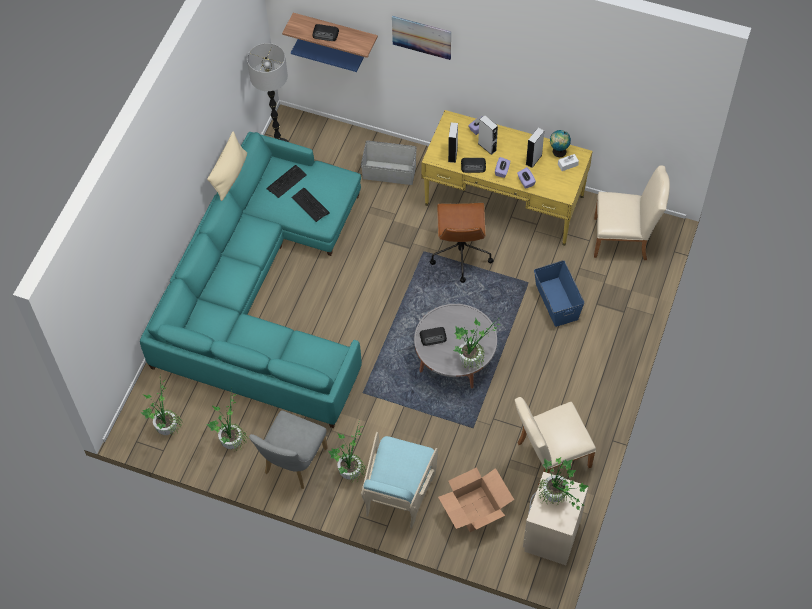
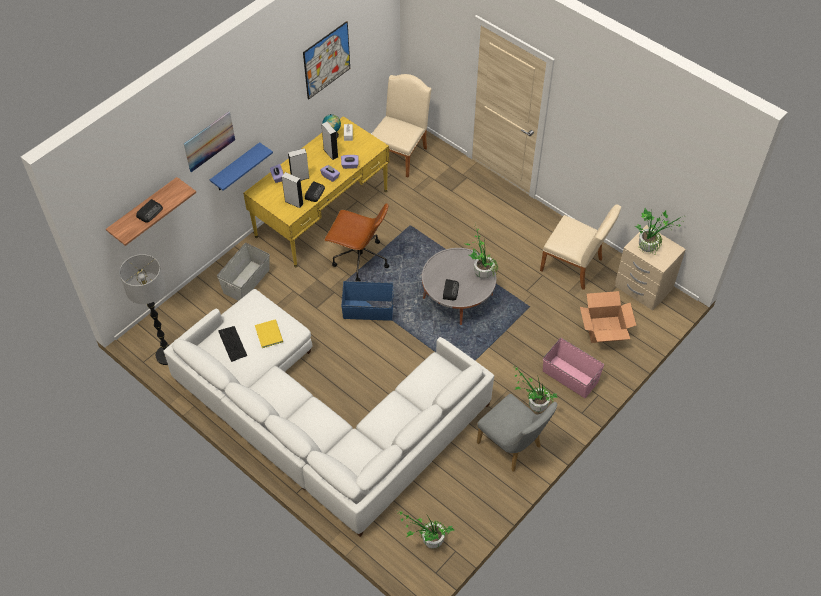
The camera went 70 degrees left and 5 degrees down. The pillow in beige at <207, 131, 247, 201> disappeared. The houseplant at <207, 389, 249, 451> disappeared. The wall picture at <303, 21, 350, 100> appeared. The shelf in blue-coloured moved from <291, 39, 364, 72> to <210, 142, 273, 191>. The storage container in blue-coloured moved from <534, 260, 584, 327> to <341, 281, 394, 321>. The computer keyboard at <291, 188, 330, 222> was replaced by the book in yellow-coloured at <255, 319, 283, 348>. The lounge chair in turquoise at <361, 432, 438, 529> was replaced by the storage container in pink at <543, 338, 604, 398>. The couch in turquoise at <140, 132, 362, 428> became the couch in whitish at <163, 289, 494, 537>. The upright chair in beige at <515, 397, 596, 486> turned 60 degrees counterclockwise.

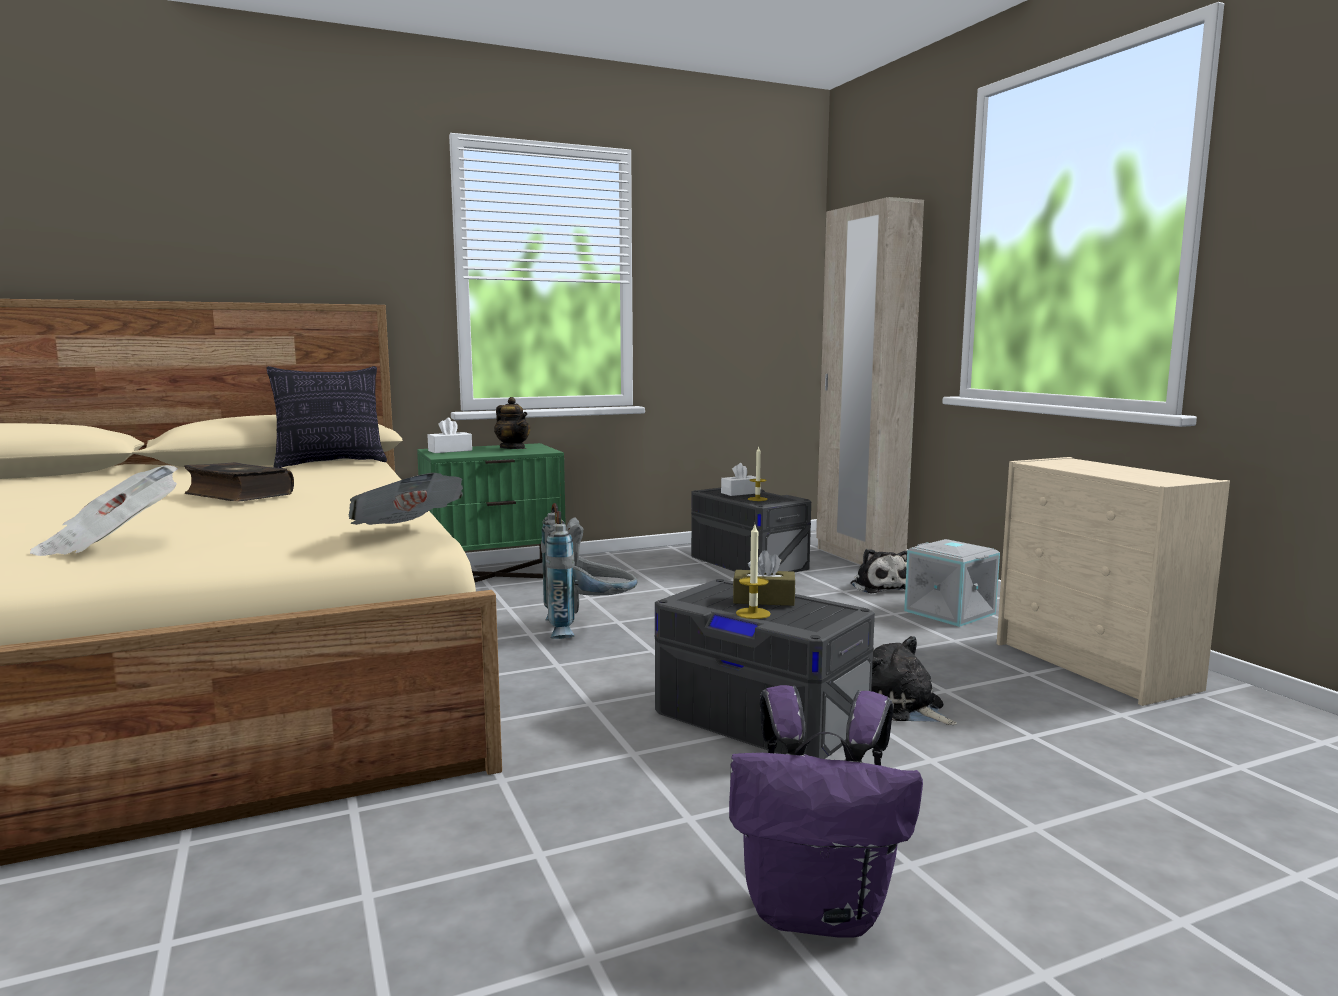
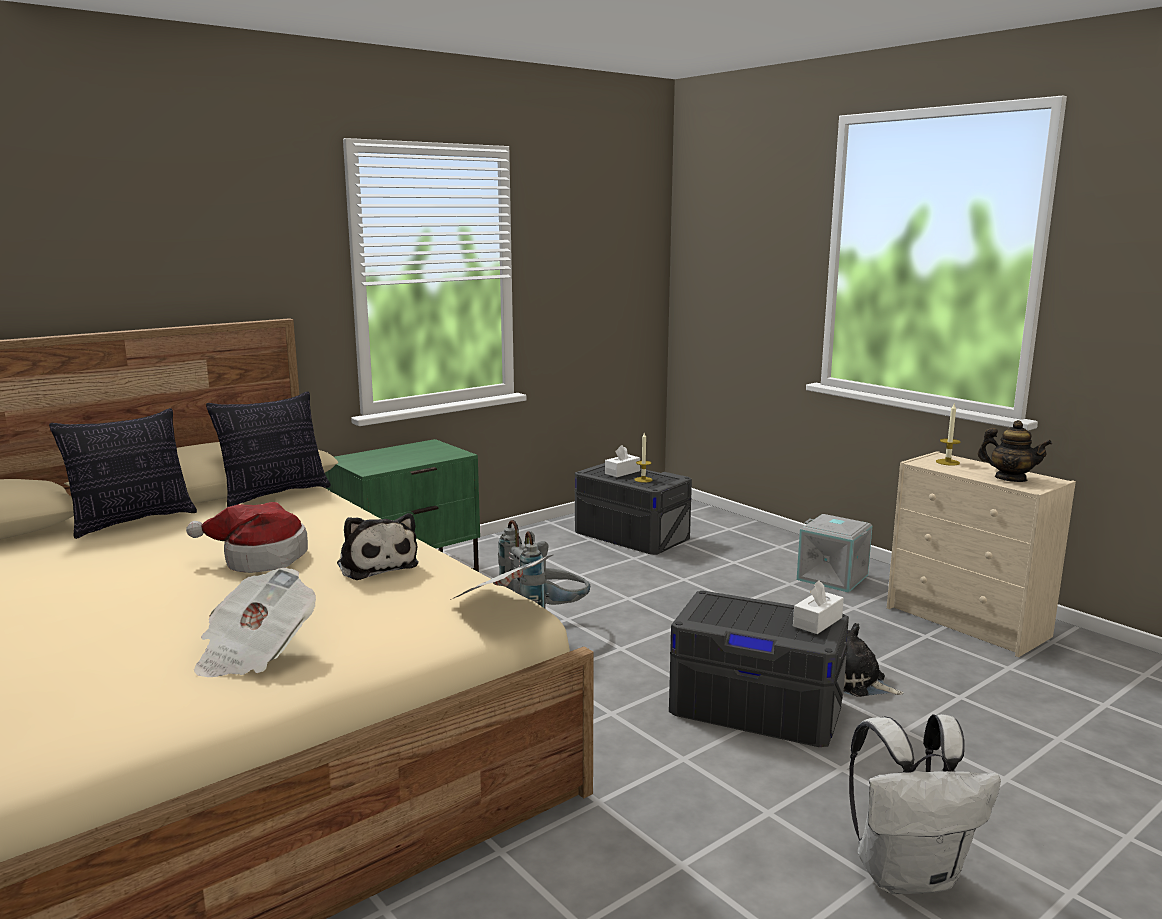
The camera went 15 degrees left and 5 degrees up. The tissue box in brown-coloured at <733, 550, 796, 606> disappeared. The clothes cupboard in beige at <816, 197, 924, 565> disappeared. The pillow at <49, 408, 197, 539> appeared. The tissue box in whitish moved from <428, 418, 472, 453> to <793, 581, 844, 634>. The pot for tea moved from <494, 397, 530, 449> to <977, 420, 1052, 482>. The wax light moved from <736, 525, 771, 619> to <936, 404, 960, 466>. The plush toy moved from <851, 549, 907, 594> to <337, 513, 419, 580>. The book at <184, 462, 294, 502> was replaced by the hat at <186, 502, 308, 573>. The backpack in purple-coloured at <729, 685, 923, 938> became the backpack in whitish at <849, 714, 1001, 895>.

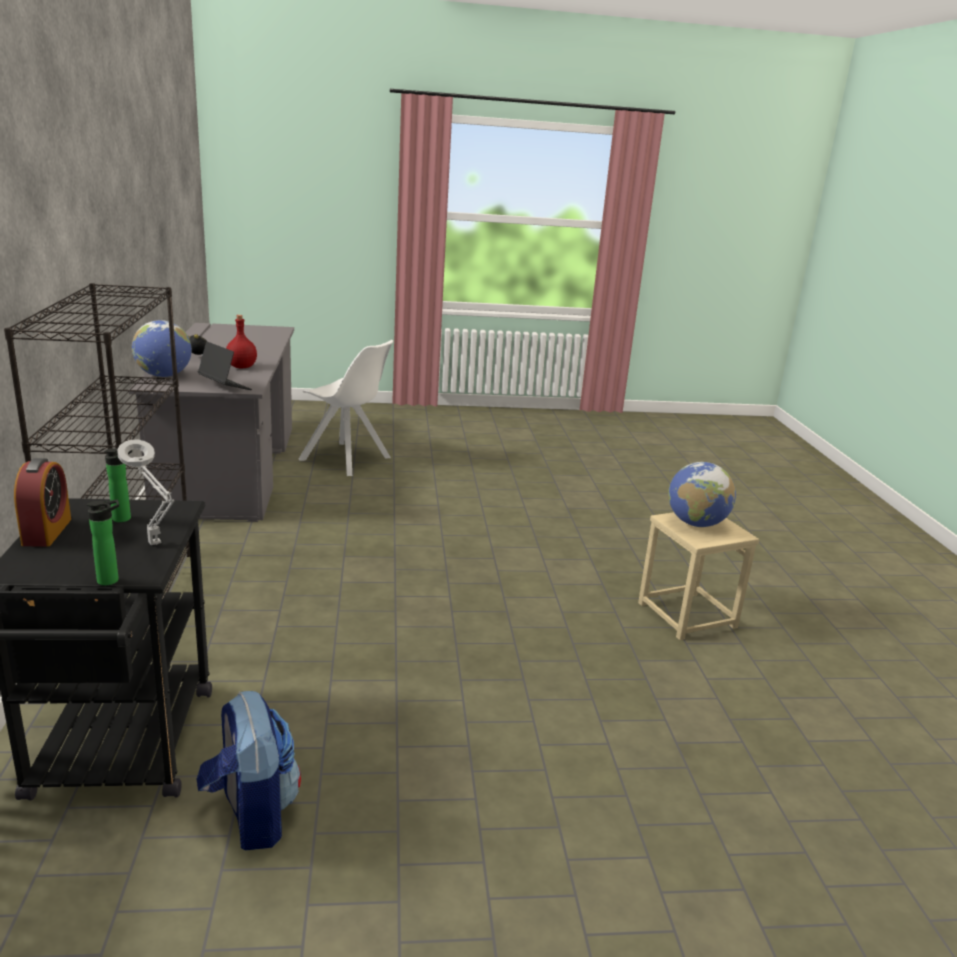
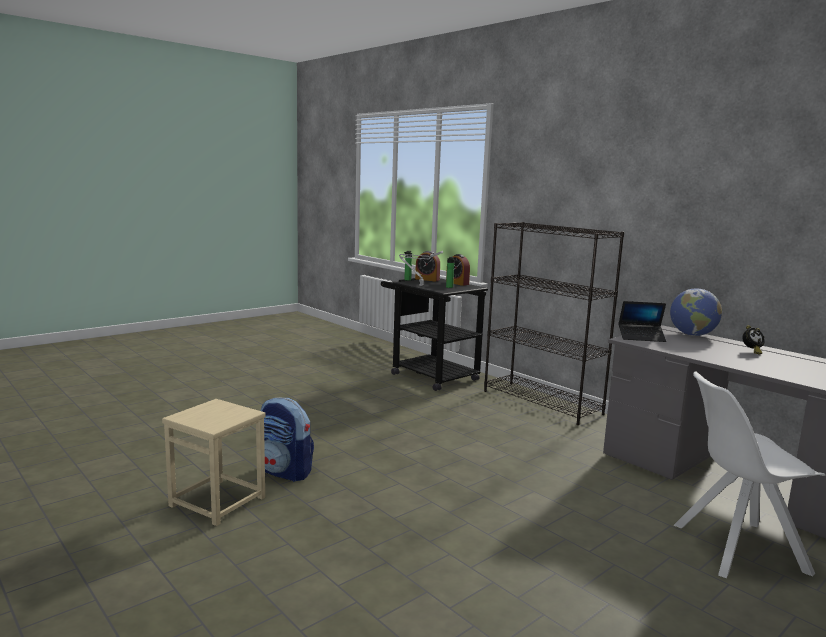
The camera went 145 degrees right and 10 degrees down. The bottle in reddish at <226, 315, 257, 369> disappeared. The world globe at <668, 462, 736, 527> disappeared. The table clock at <415, 251, 440, 282> appeared. The backpack moved from <197, 691, 301, 850> to <260, 397, 314, 482>.

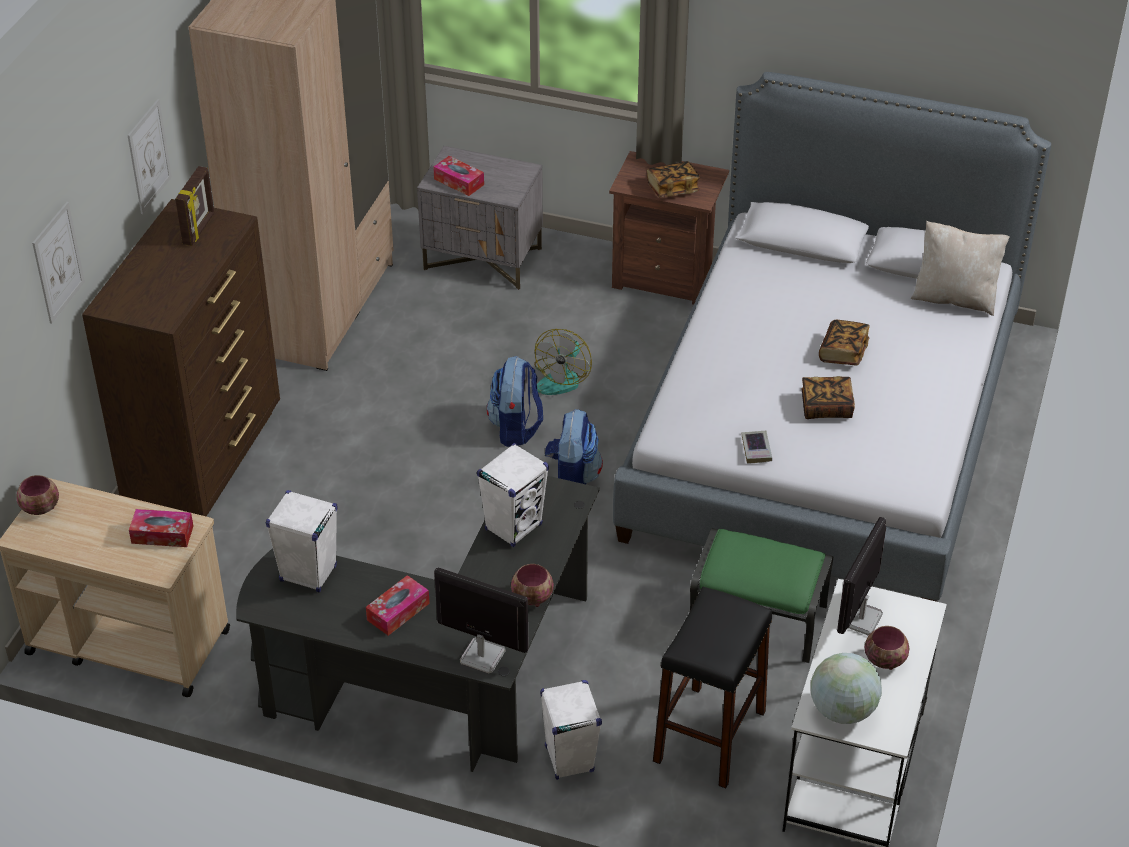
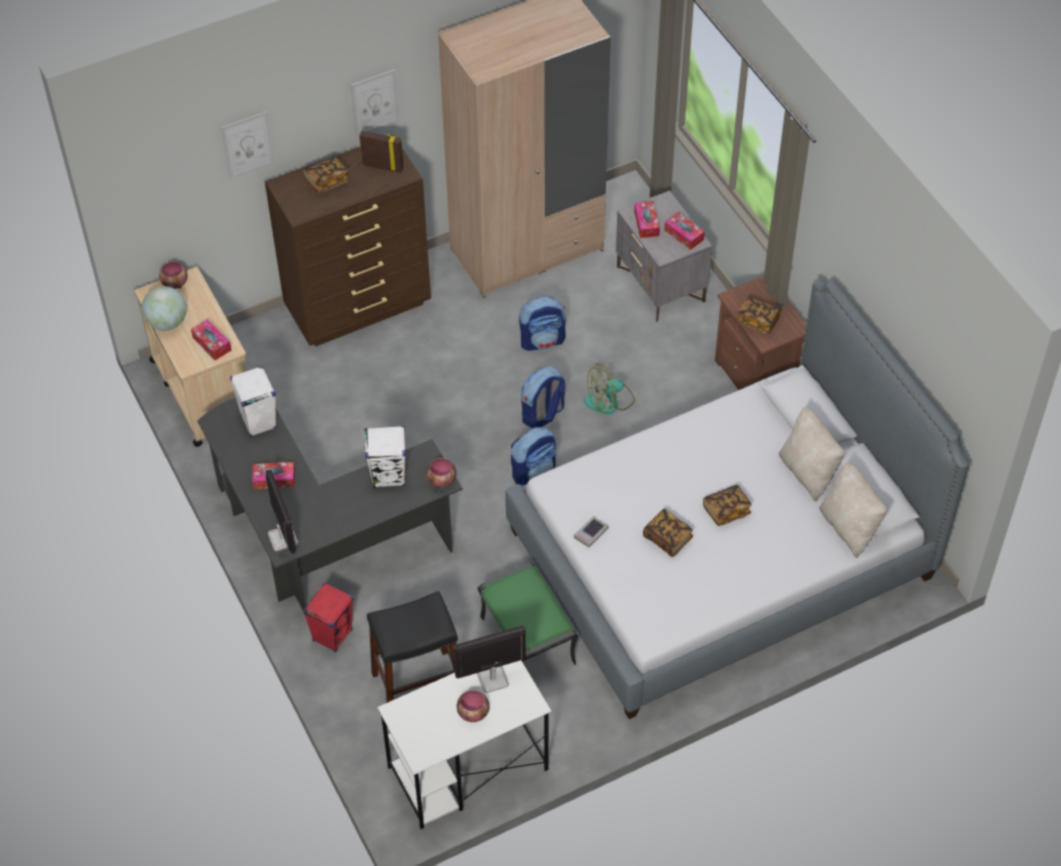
The camera went 45 degrees right and 10 degrees up. The book at <303, 156, 349, 193> appeared. The backpack at <519, 296, 566, 351> appeared. The tissue box at <664, 212, 705, 250> appeared. The pillow in beige at <779, 406, 845, 502> appeared. The serving bowl moved from <511, 564, 554, 607> to <426, 458, 457, 488>. The world globe moved from <811, 653, 882, 724> to <142, 286, 187, 331>. The loudspeaker in whitish at <540, 680, 602, 780> became the loudspeaker in reddish at <303, 583, 354, 652>. The photo frame at <175, 166, 214, 246> turned 135 degrees counterclockwise.

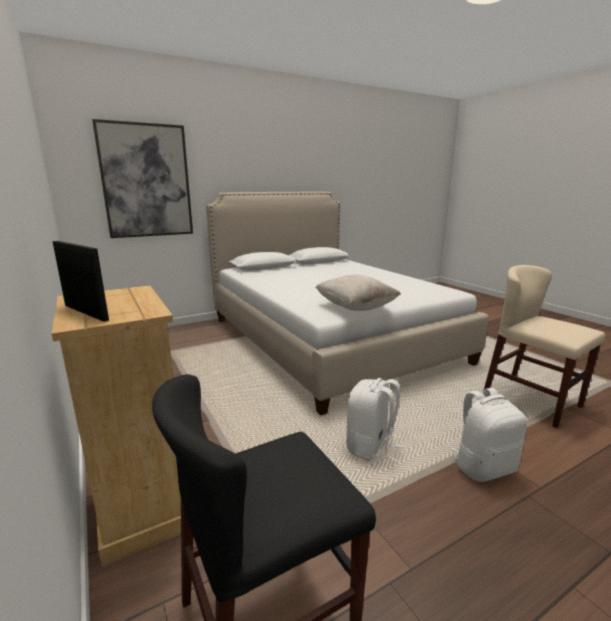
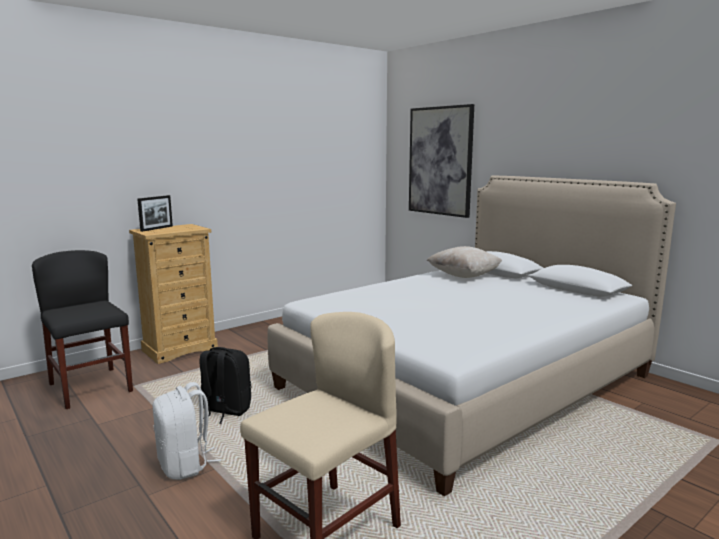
The camera went 80 degrees right and 5 degrees down. The pillow in beige moved from <315, 275, 401, 311> to <427, 246, 502, 278>. The backpack in whitish at <346, 378, 404, 462> became the backpack in blackish at <200, 347, 251, 424>.

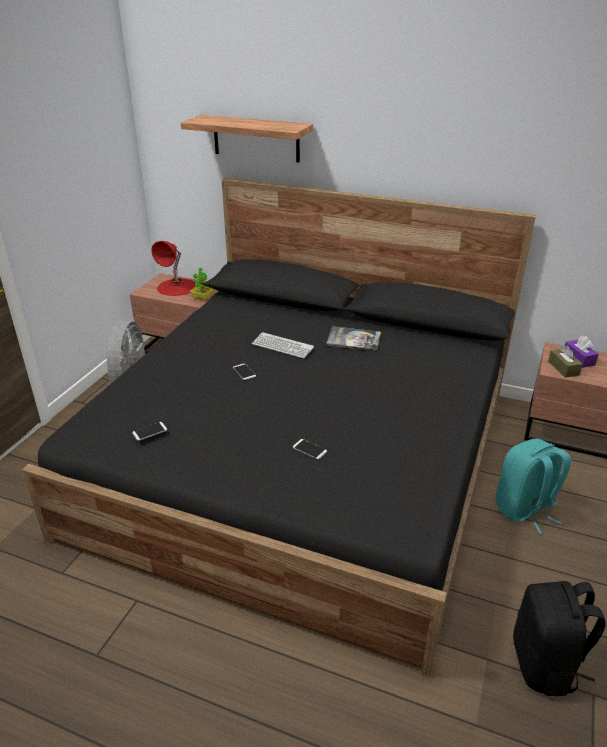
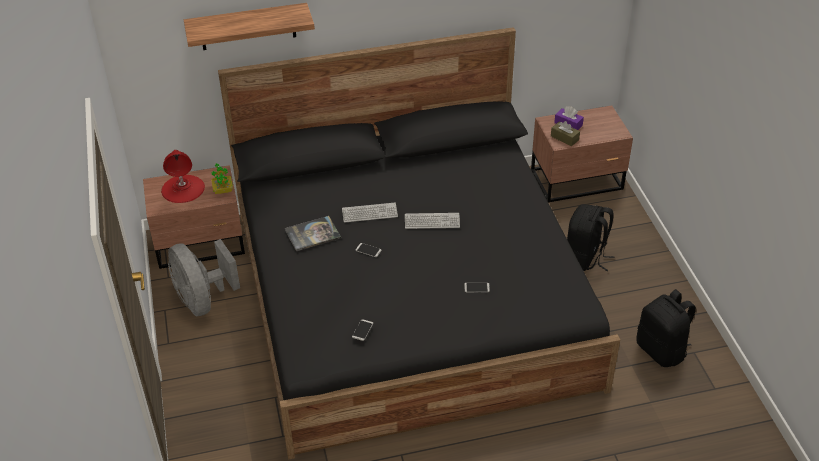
The camera went 35 degrees left and 10 degrees up. The computer keyboard at <405, 213, 460, 229> appeared. The book moved from <326, 326, 381, 352> to <285, 216, 341, 251>. The backpack in turquoise at <496, 439, 571, 534> became the backpack in blackish at <567, 204, 614, 271>.

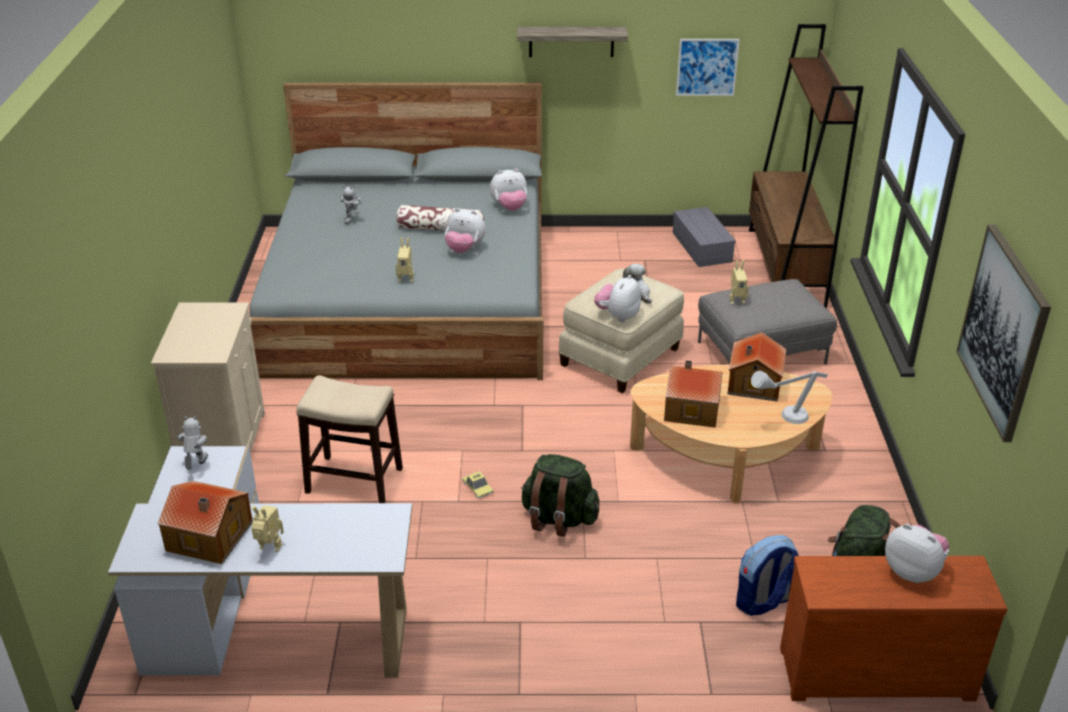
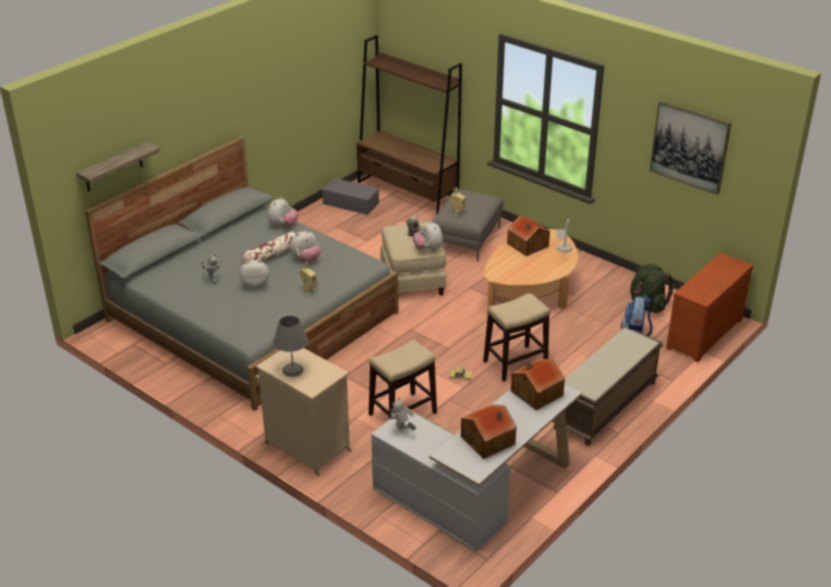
The camera went 50 degrees left and 0 degrees up. The robot figure at <251, 505, 284, 552> disappeared. The wall picture at <676, 39, 740, 96> disappeared. The tabletop lamp in grey at <273, 316, 308, 377> appeared. The indoor bench in brown-coloured at <552, 328, 663, 446> appeared. The shelf moved from <517, 27, 628, 57> to <76, 141, 160, 192>. The model house moved from <664, 360, 723, 428> to <511, 359, 566, 410>. The plush toy moved from <885, 524, 950, 583> to <239, 260, 269, 288>. The backpack in greenish at <521, 454, 599, 537> was replaced by the stool seat at <483, 293, 550, 382>.

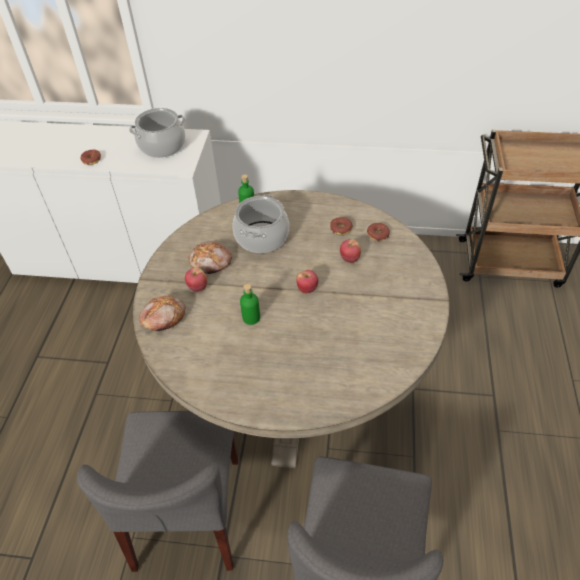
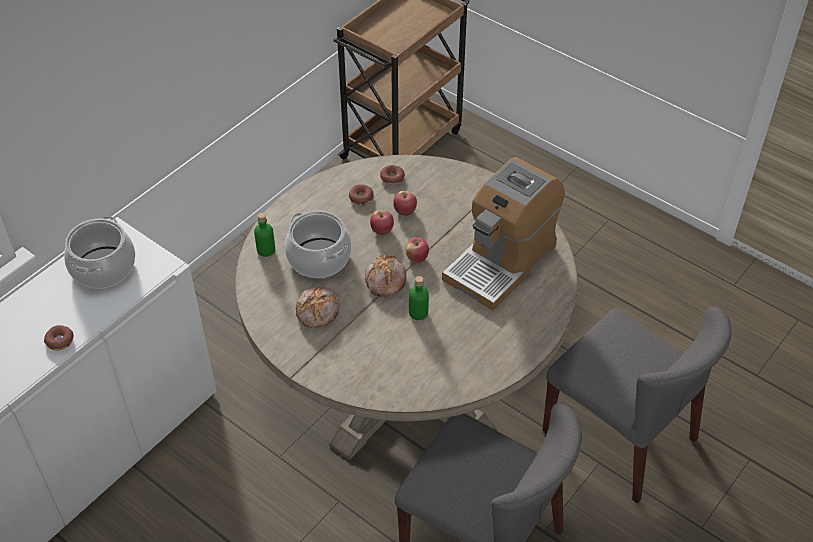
The camera went 60 degrees left and 0 degrees up. The coffee machine at <442, 157, 565, 311> appeared. The bread moved from <139, 296, 185, 331> to <365, 255, 406, 297>. The apple moved from <185, 267, 207, 292> to <370, 210, 394, 235>.

